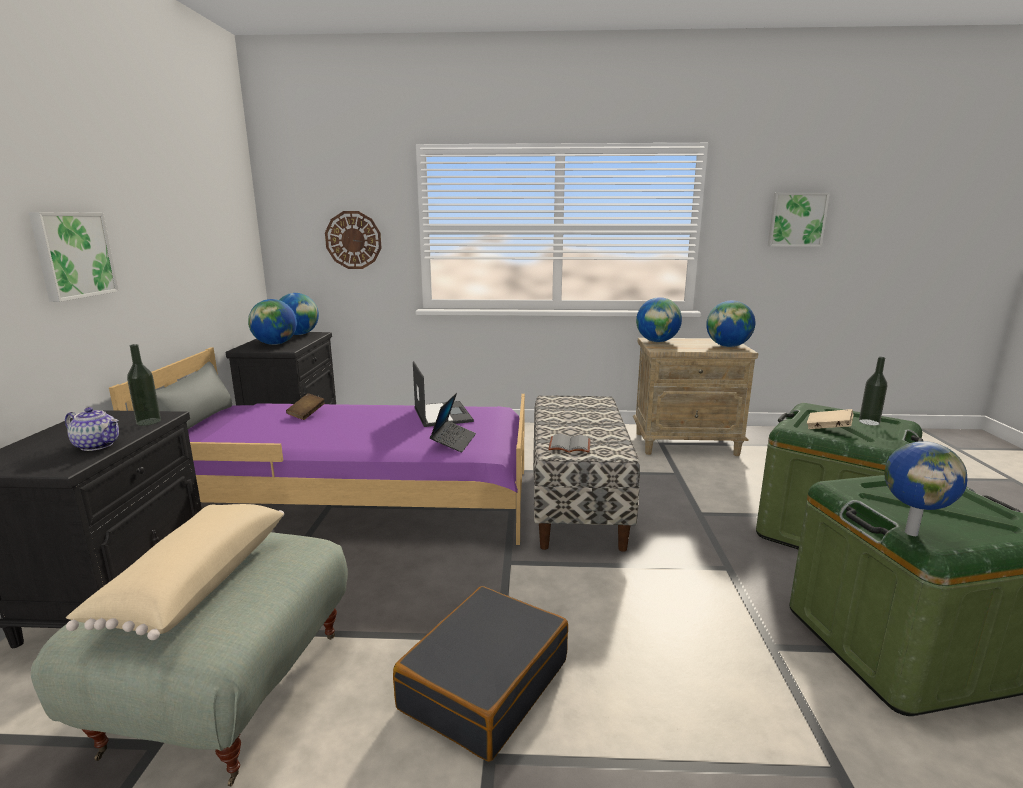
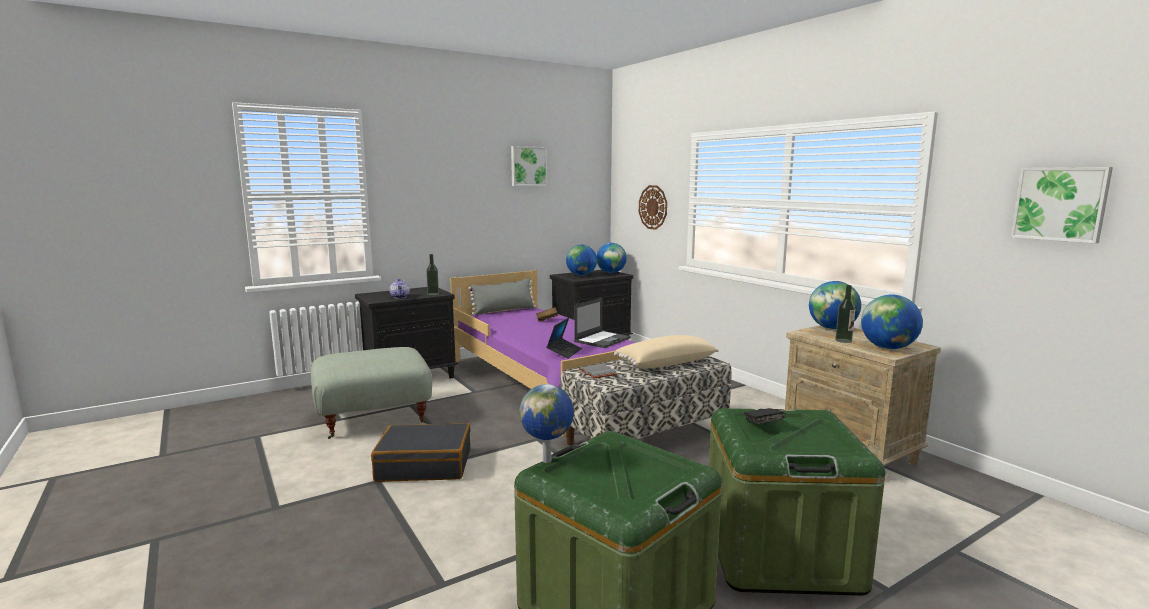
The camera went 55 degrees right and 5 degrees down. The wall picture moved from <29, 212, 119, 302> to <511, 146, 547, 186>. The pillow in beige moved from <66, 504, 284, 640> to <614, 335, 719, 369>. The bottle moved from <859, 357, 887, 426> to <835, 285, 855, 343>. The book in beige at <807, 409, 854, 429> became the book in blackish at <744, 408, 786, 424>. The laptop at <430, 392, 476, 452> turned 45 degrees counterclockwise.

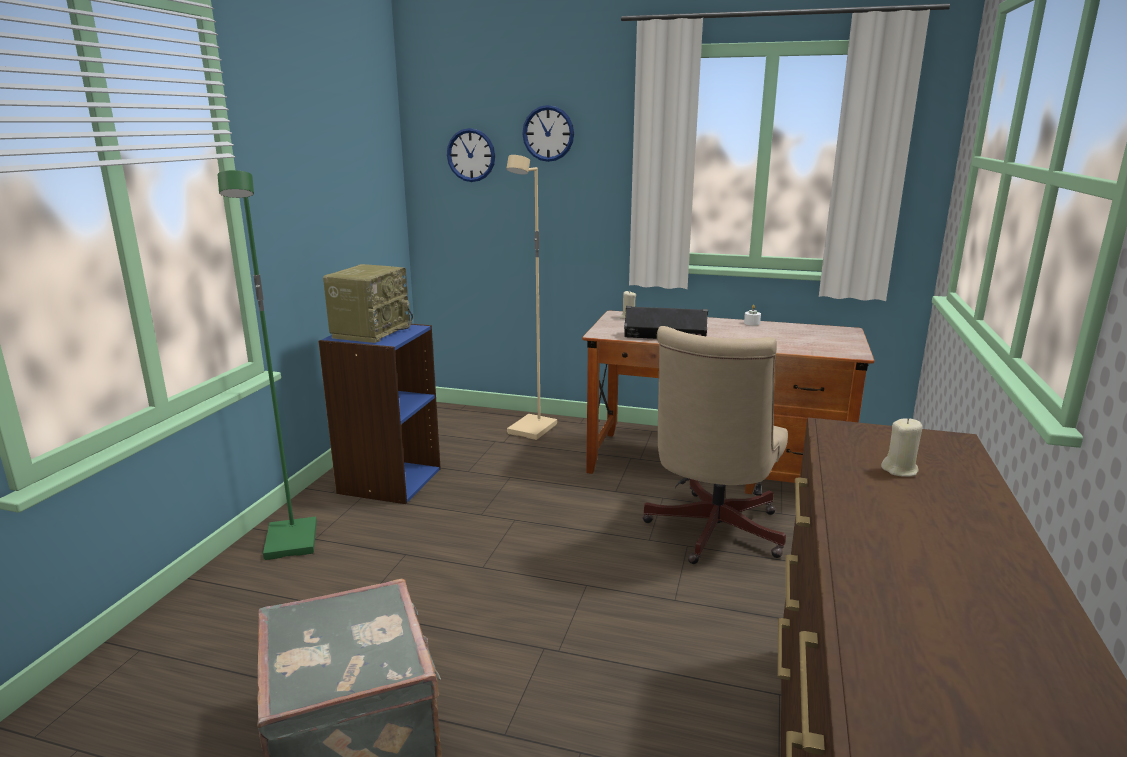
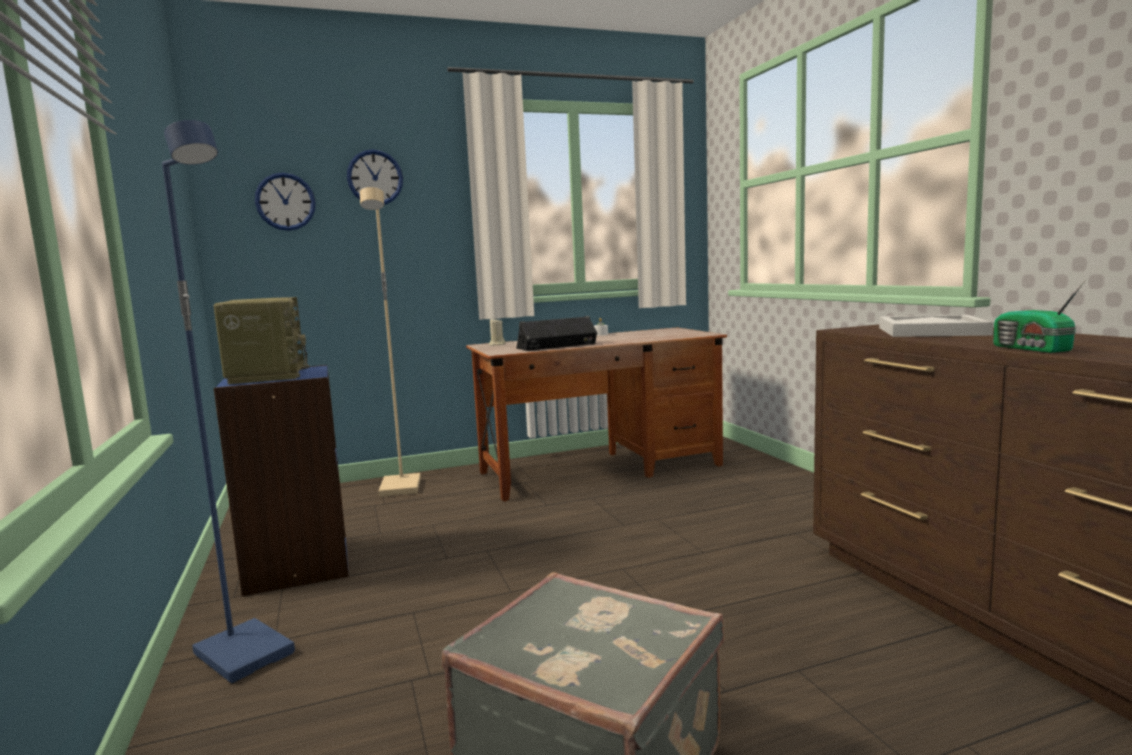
The camera went 35 degrees left and 10 degrees down. The office chair in beige at <643, 326, 788, 564> disappeared. The radio set at <994, 280, 1086, 353> appeared. The wax light in beige at <881, 418, 922, 477> was replaced by the serving tray in whitish at <879, 315, 993, 337>. The floor lamp in greenish at <218, 170, 317, 560> became the floor lamp in blue-coloured at <162, 120, 295, 683>.

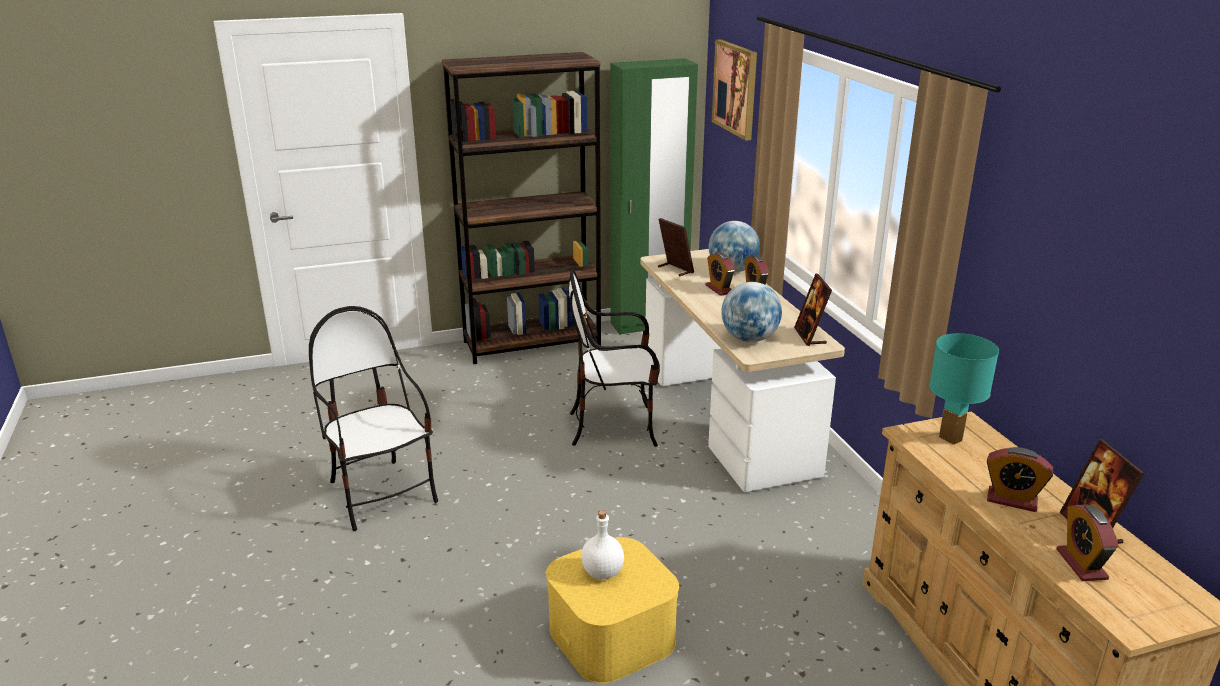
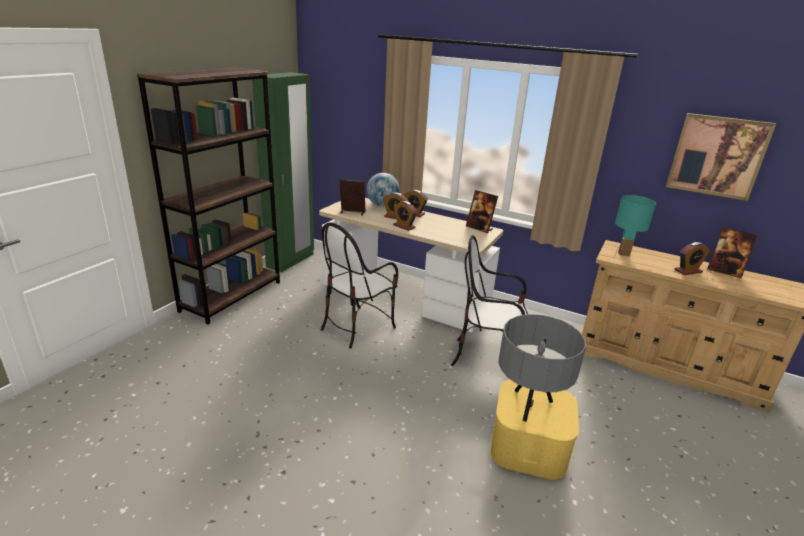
The camera went 45 degrees left and 0 degrees up. The world globe at <721, 282, 782, 342> disappeared. The upright chair moved from <309, 306, 438, 531> to <451, 235, 528, 366>. The wall picture moved from <712, 39, 757, 141> to <666, 113, 776, 201>. The table clock moved from <1057, 504, 1119, 581> to <393, 201, 417, 231>. The bottle in whitish at <581, 510, 624, 579> was replaced by the tabletop lamp in grey at <498, 314, 586, 422>.

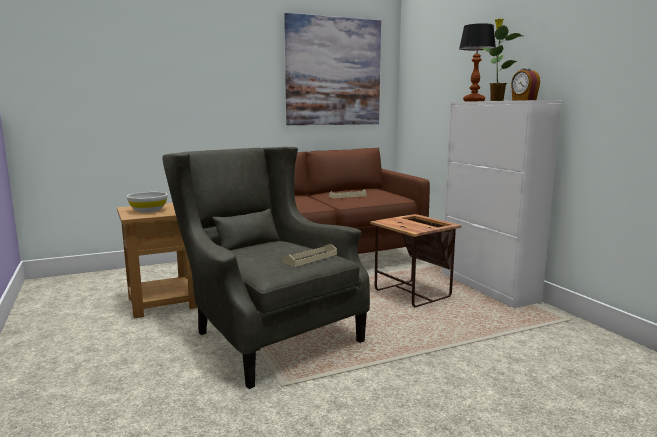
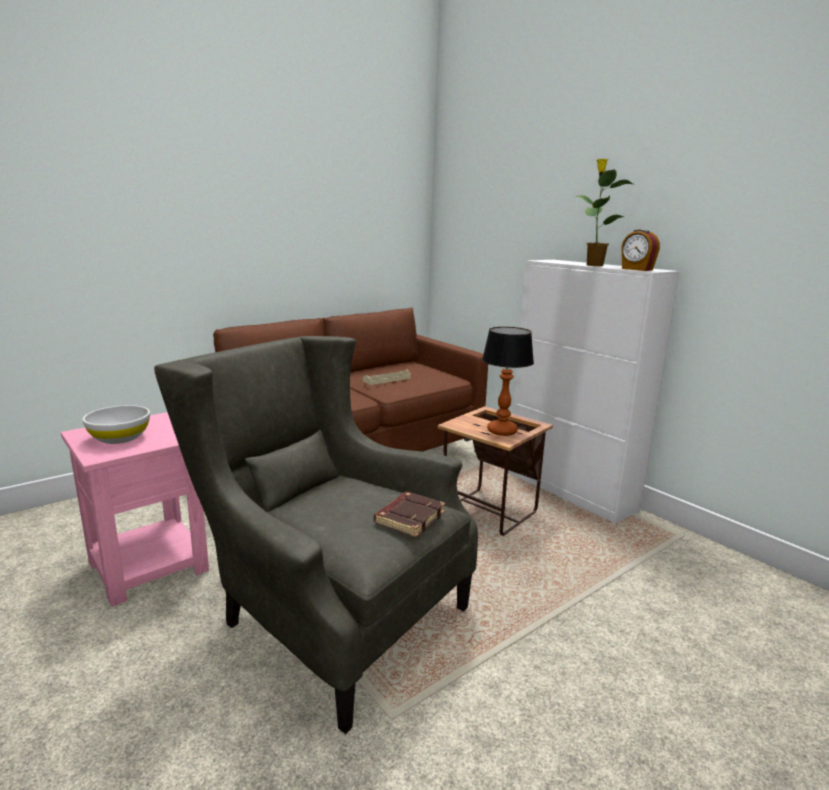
The camera went 15 degrees left and 5 degrees up. The wall picture at <284, 13, 381, 125> disappeared. The tabletop lamp moved from <459, 23, 496, 102> to <482, 327, 534, 436>. The serving tray in beige at <283, 244, 337, 267> was replaced by the book in brown-coloured at <374, 492, 446, 537>. The end table in brown-coloured at <117, 203, 198, 319> became the end table in pink at <61, 412, 209, 607>.

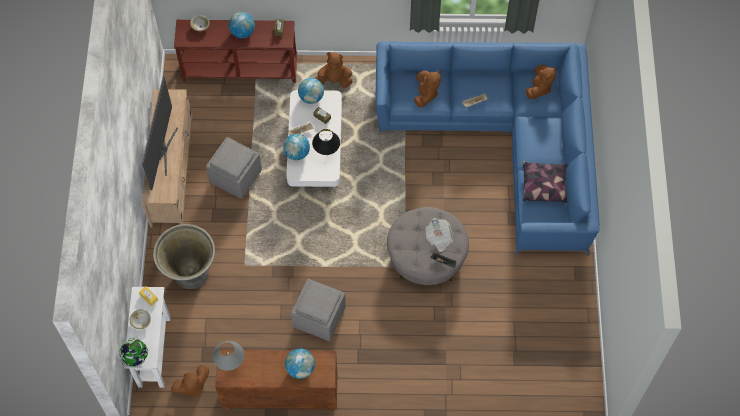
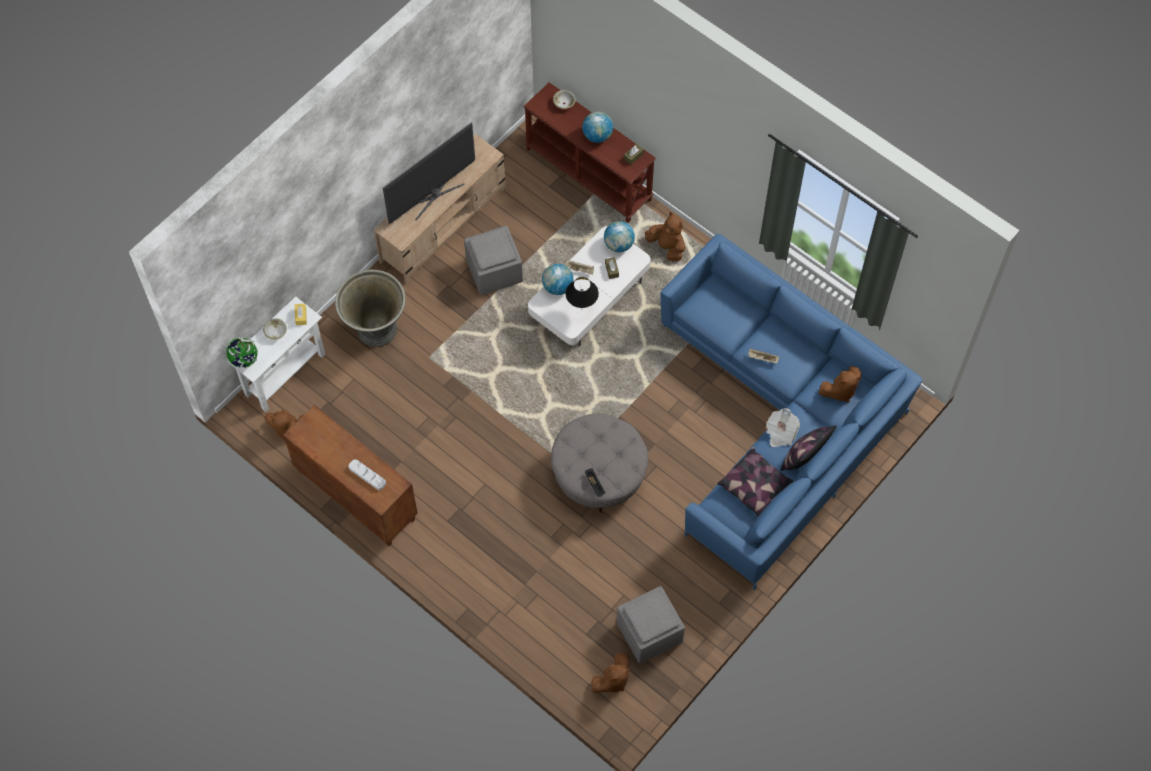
The camera went 40 degrees right and 0 degrees up. The tabletop lamp in grey at <213, 341, 244, 371> disappeared. The pillow at <781, 425, 837, 471> appeared. The pouffe in grey moved from <291, 279, 346, 341> to <616, 586, 685, 664>. The plush toy in brown-coloured moved from <414, 69, 441, 108> to <591, 652, 630, 693>. The daily paper moved from <426, 218, 453, 252> to <766, 408, 800, 447>. The world globe at <285, 349, 315, 379> was replaced by the serving tray in grey at <349, 459, 386, 490>.

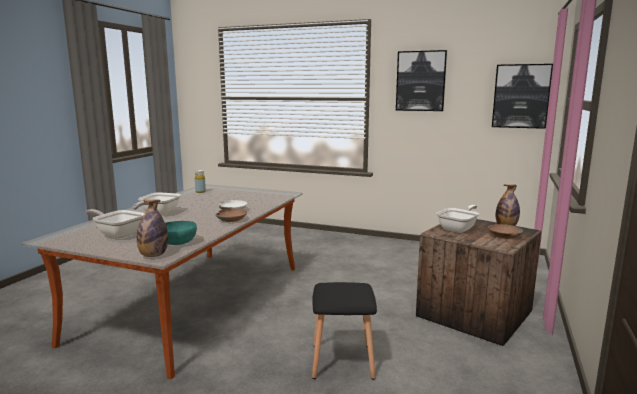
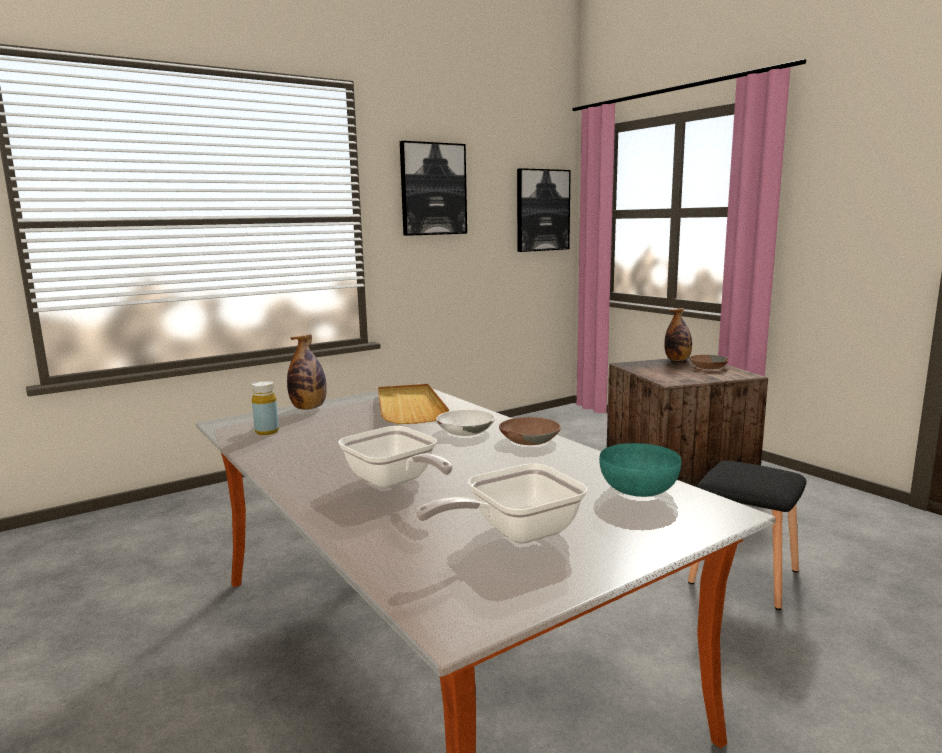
The camera went 55 degrees left and 0 degrees up. The pan at <437, 205, 479, 233> disappeared. The serving tray in beige at <378, 384, 449, 424> appeared. The bottle moved from <137, 199, 168, 257> to <287, 334, 327, 410>.

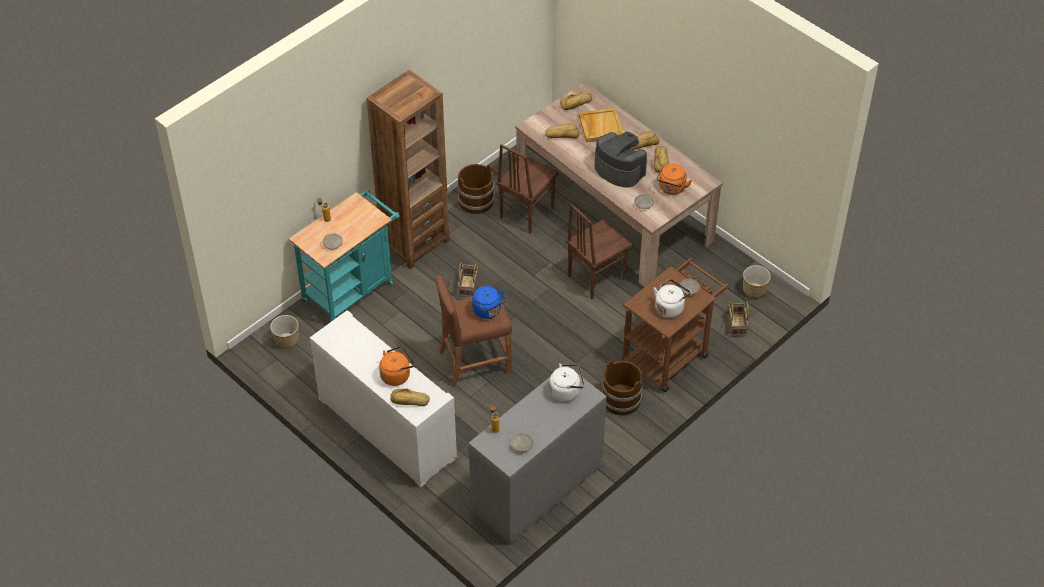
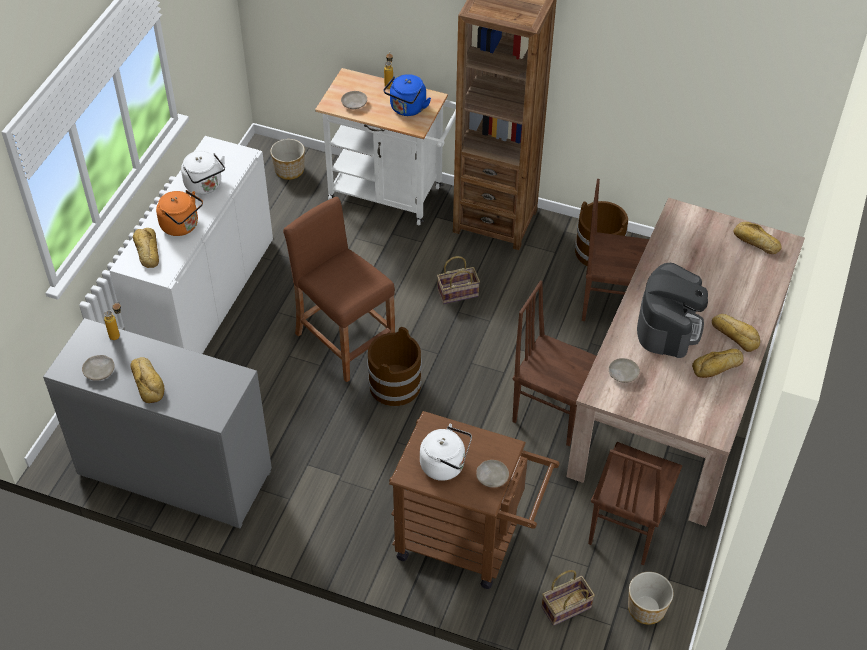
The camera went 65 degrees right and 0 degrees up. The serving tray in beige at <579, 108, 623, 143> disappeared. The water kettle in orangey at <657, 163, 692, 195> disappeared. The upright chair in brown-coloured at <588, 442, 682, 565> appeared. The water kettle in blue-coloured moved from <472, 286, 506, 319> to <384, 74, 431, 116>. The bread moved from <545, 124, 580, 138> to <131, 357, 164, 403>. The water kettle in whitish moved from <549, 363, 584, 402> to <181, 151, 225, 195>. The bucket in brown-coloured moved from <602, 360, 643, 416> to <367, 327, 422, 406>. The trolley in turquoise at <289, 189, 400, 322> became the trolley in whitish at <315, 68, 456, 225>.

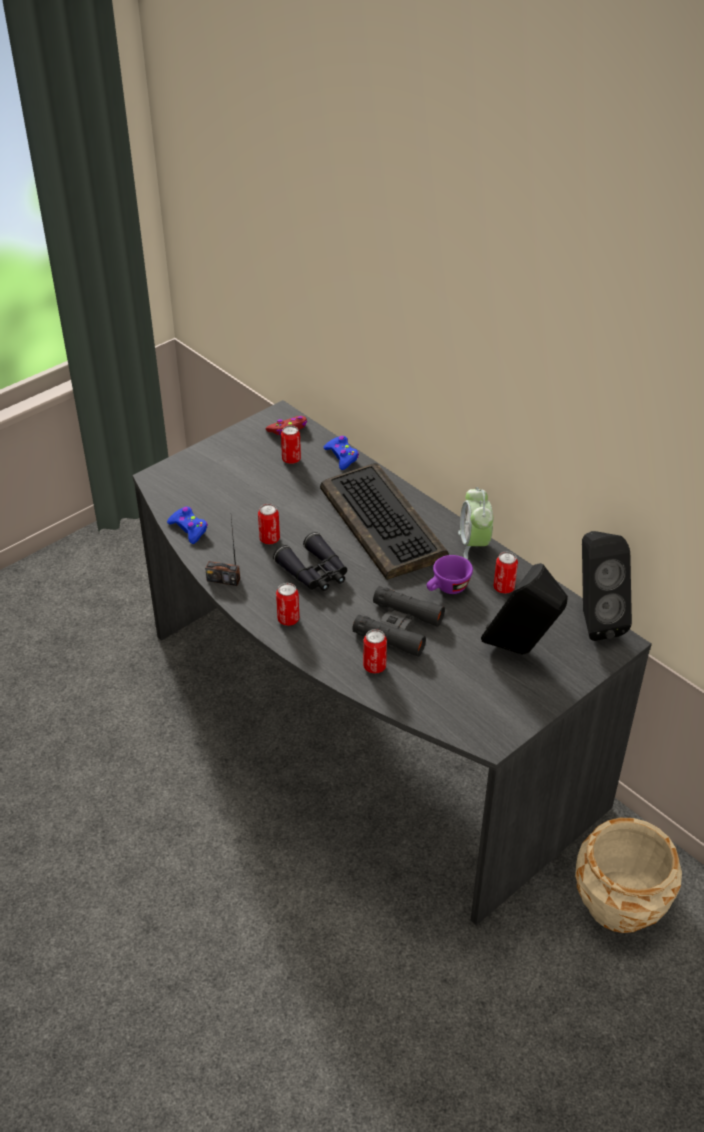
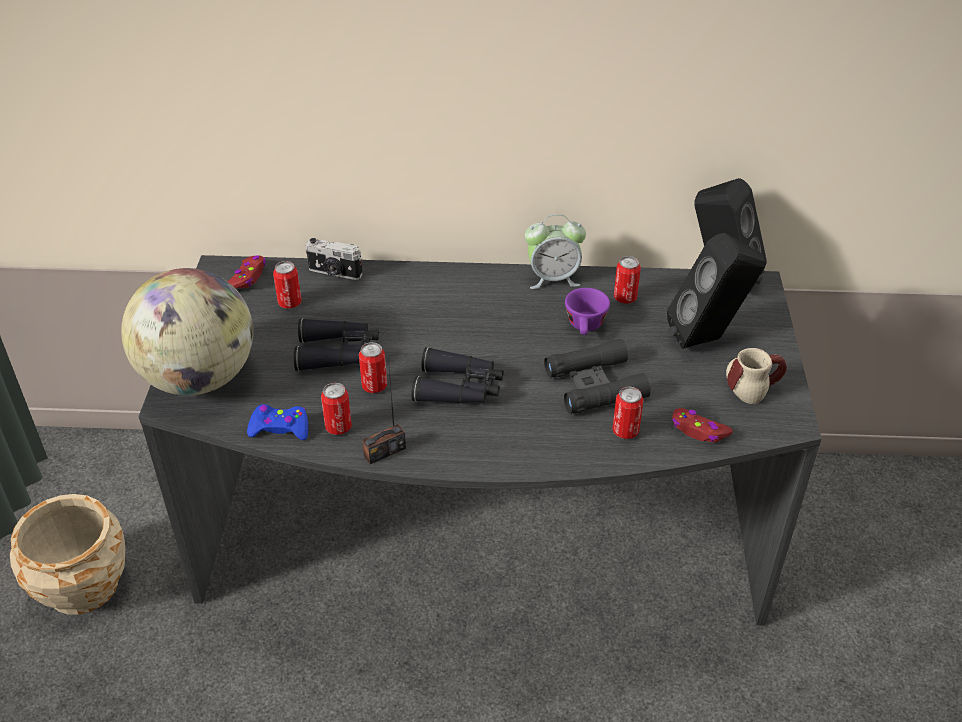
The camera went 45 degrees left and 0 degrees up. The computer keyboard at <320, 463, 449, 580> disappeared. The world globe at <121, 268, 253, 396> appeared. The field glasses in blackish at <294, 318, 379, 371> appeared. The joypad in reddish at <672, 408, 733, 443> appeared. The tea mug at <726, 348, 787, 404> appeared. The metal can moved from <276, 583, 299, 626> to <321, 383, 352, 435>. The flower pot in beige moved from <575, 818, 682, 933> to <10, 494, 125, 615>. The joypad in blue-coloured at <324, 436, 359, 470> was replaced by the photo camera at <306, 238, 363, 280>. The table clock at <458, 487, 493, 560> turned 45 degrees counterclockwise.

